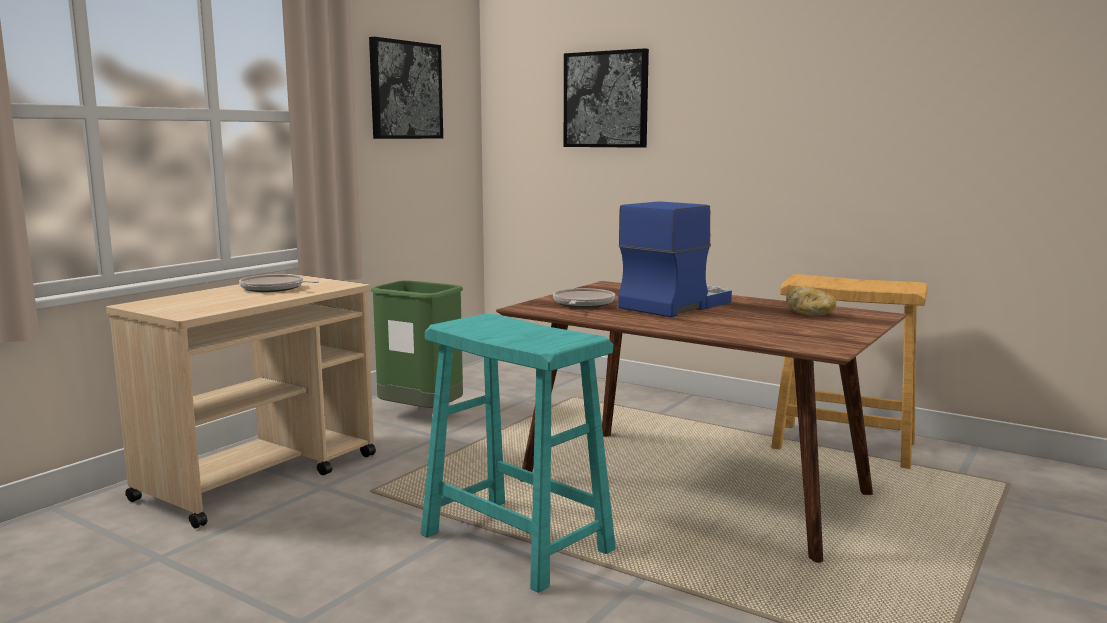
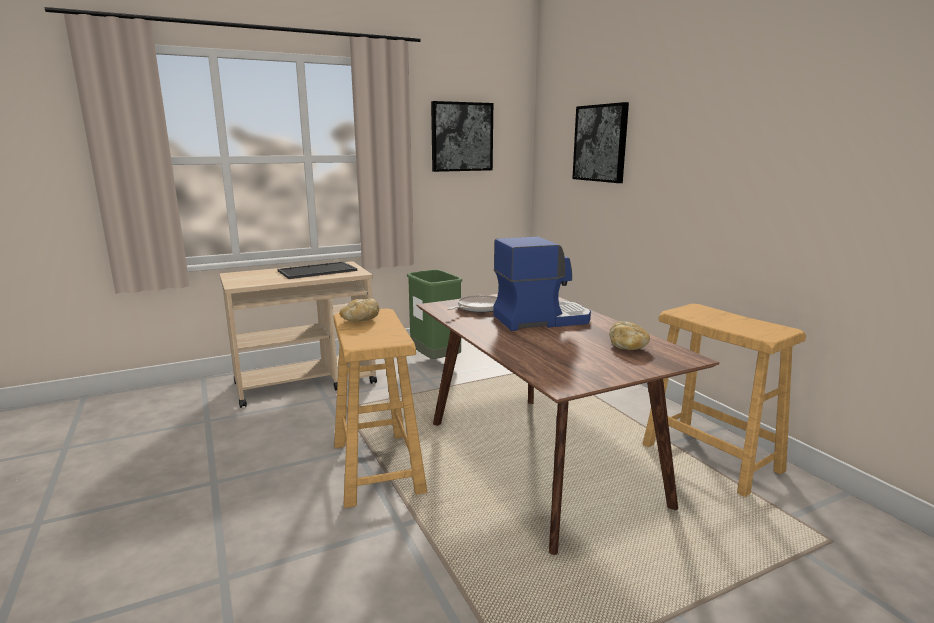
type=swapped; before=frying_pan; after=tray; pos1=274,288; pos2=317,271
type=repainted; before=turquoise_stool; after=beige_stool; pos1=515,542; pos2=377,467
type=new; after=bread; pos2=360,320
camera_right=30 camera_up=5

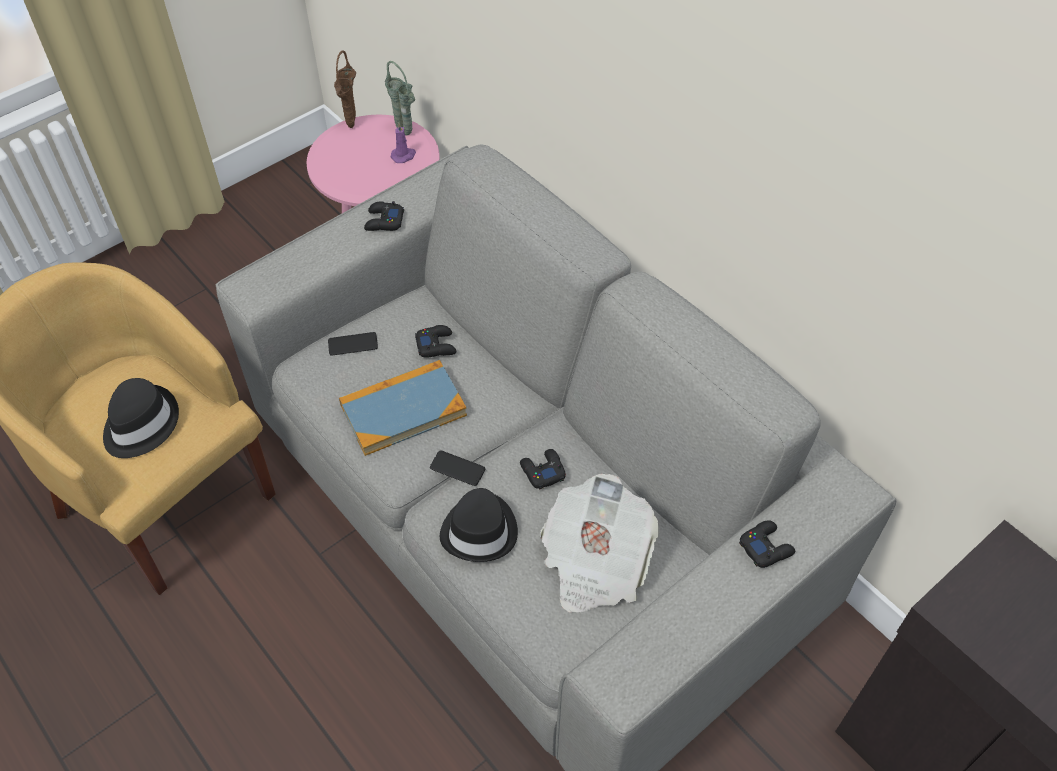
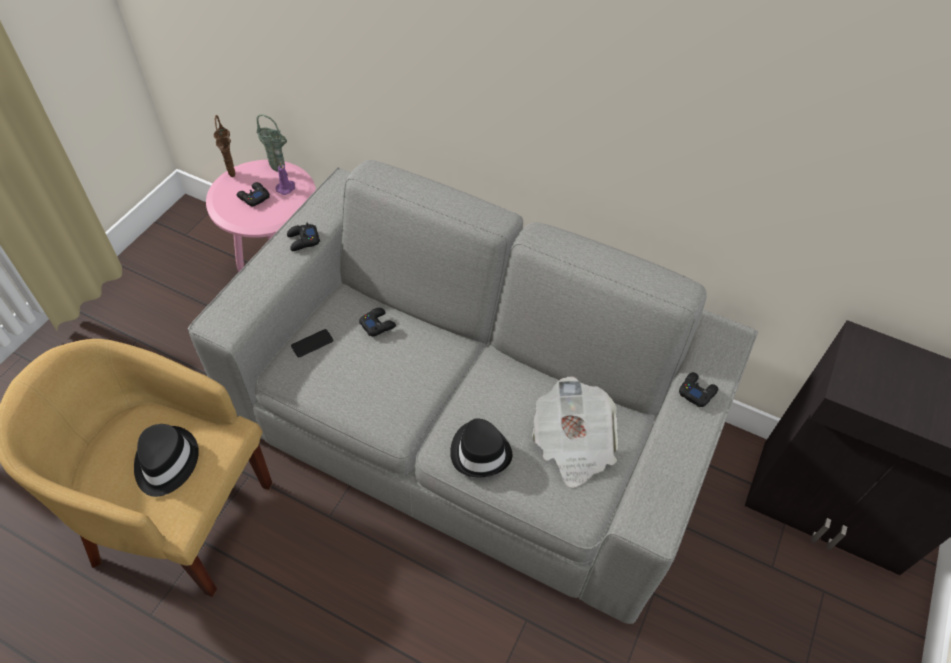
type=gone; before=book; pos1=403,410
type=shifted; before=black_game_controller; pos1=542,471; pos2=253,197
type=gone; before=phone; pos1=457,468
camera_right=-25 camera_up=0

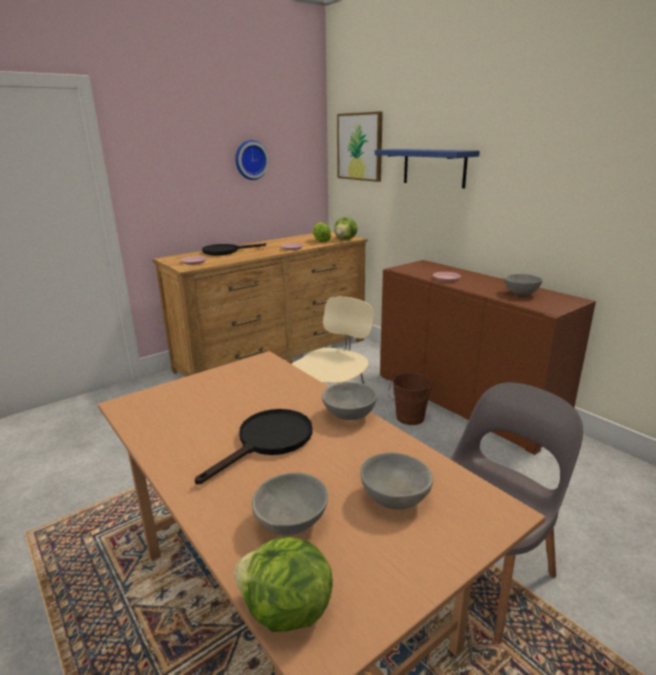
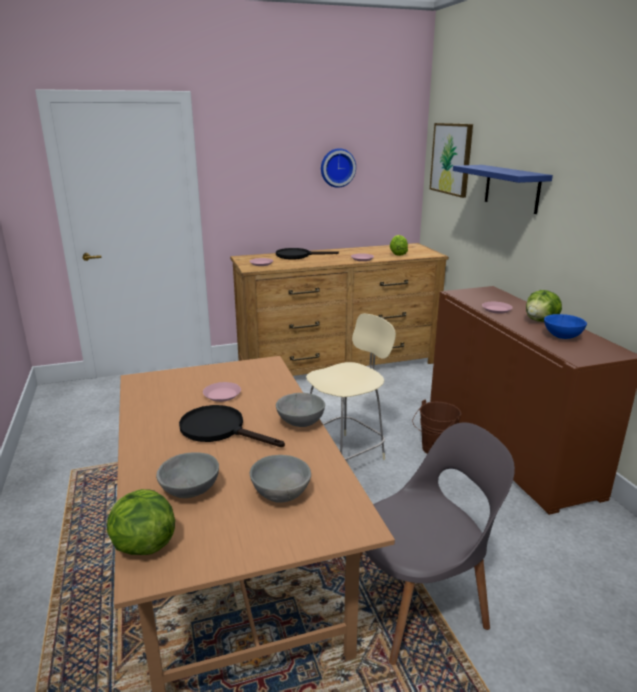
type=shifted; before=lettuce; pos1=345,239; pos2=541,321
type=repainted; before=grey_bowl; after=blue_bowl; pos1=520,294; pos2=561,337
type=rotated; before=black_frying_pan; pos1=268,442; pos2=220,430; turn=-120
type=new; after=pink_plate; pos2=222,394
camera_right=20 camera_up=0

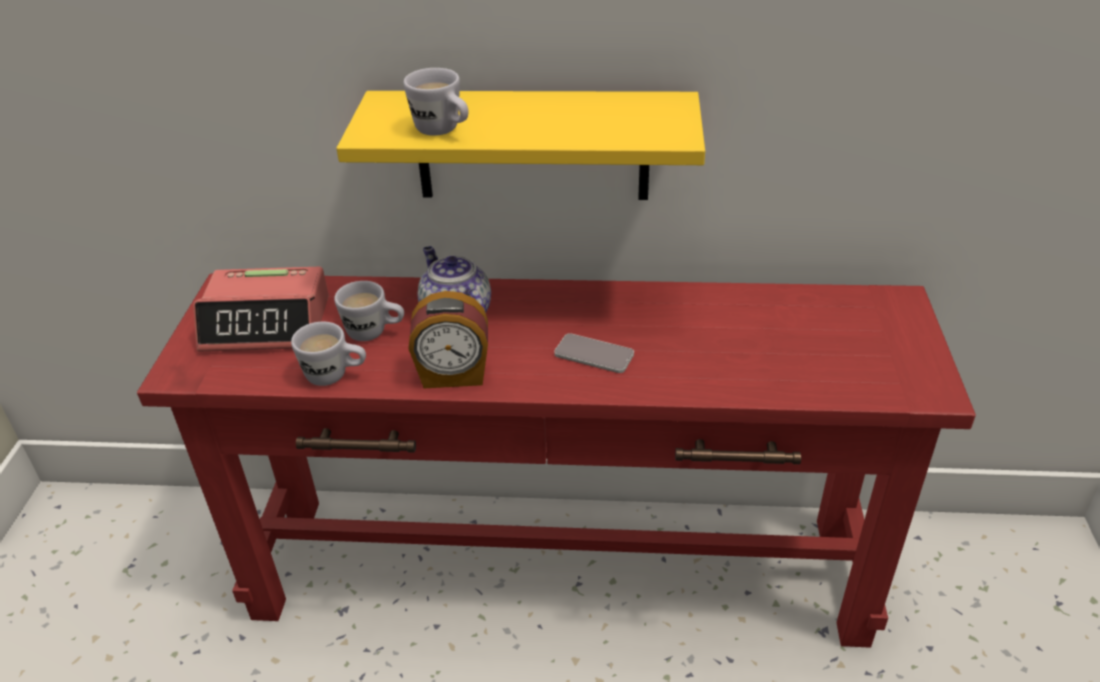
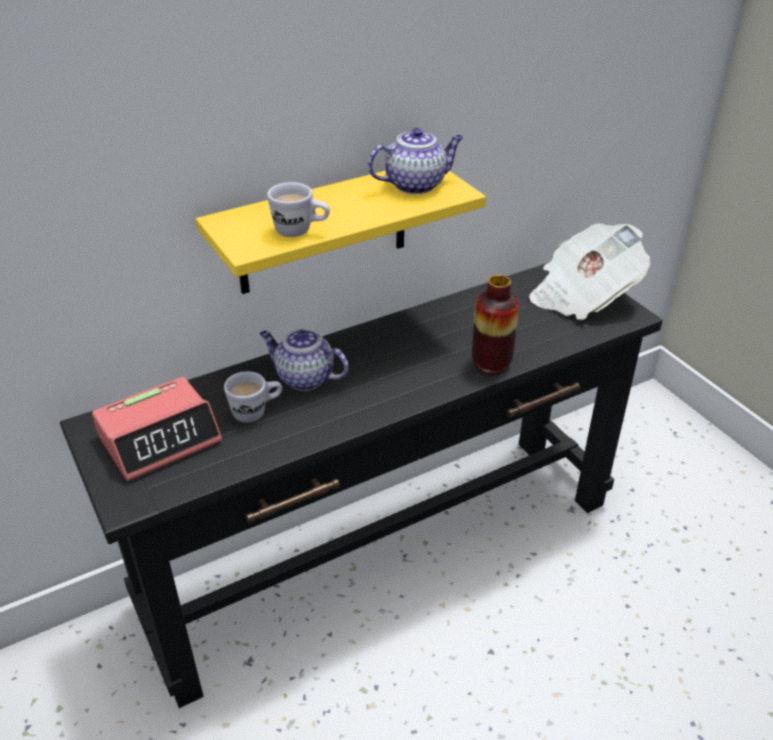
type=repainted; before=red_console_table; after=black_console_table; pos1=559,569; pos2=384,553
type=gone; before=alarm_clock; pos1=453,375
type=gone; before=white_mug; pos1=335,376
type=gone; before=phone; pos1=594,354
type=new; after=teapot; pos2=416,184
type=new; after=newspaper; pos2=583,295
type=new; after=vase; pos2=491,364
camera_right=-35 camera_up=0

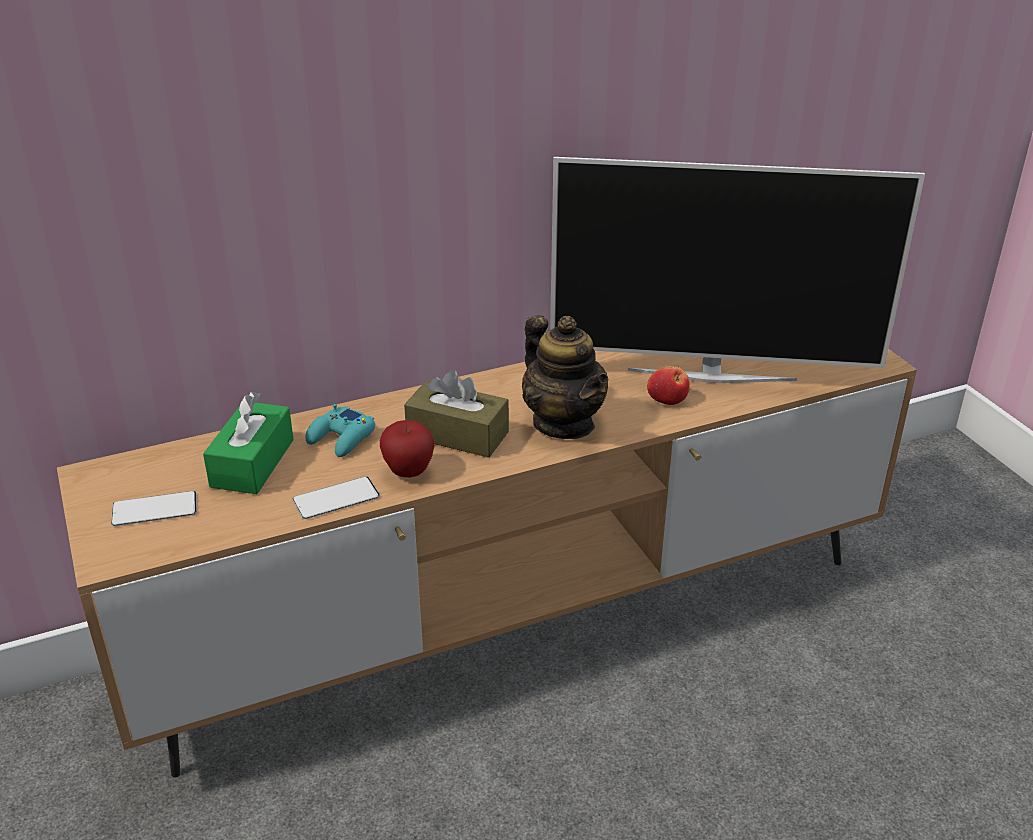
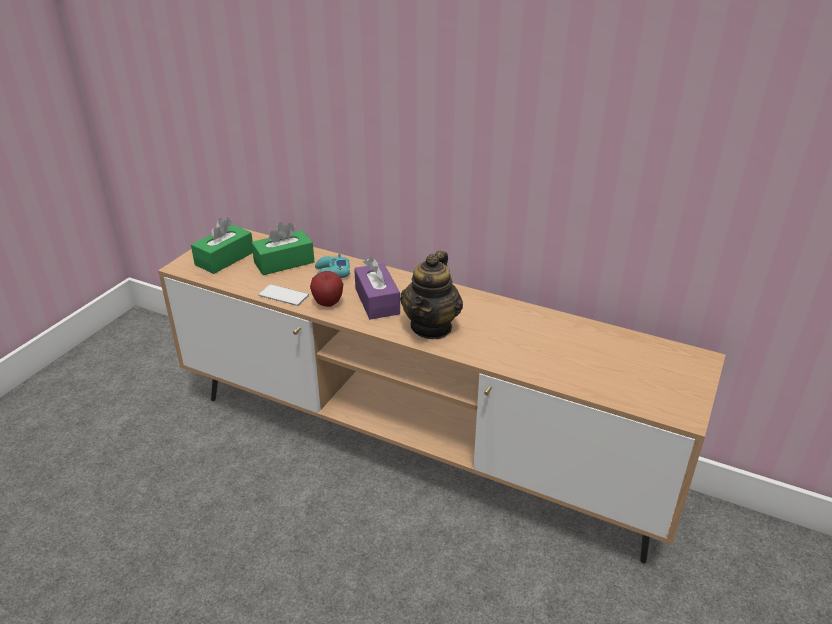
type=gone; before=television; pos1=711,374
type=gone; before=apple; pos1=667,399
type=repainted; before=brown_tissue_box; after=purple_tissue_box; pos1=457,434; pos2=377,301
type=swapped; before=phone; after=green_tissue_box; pos1=154,509; pos2=224,258
camera_right=50 camera_up=0

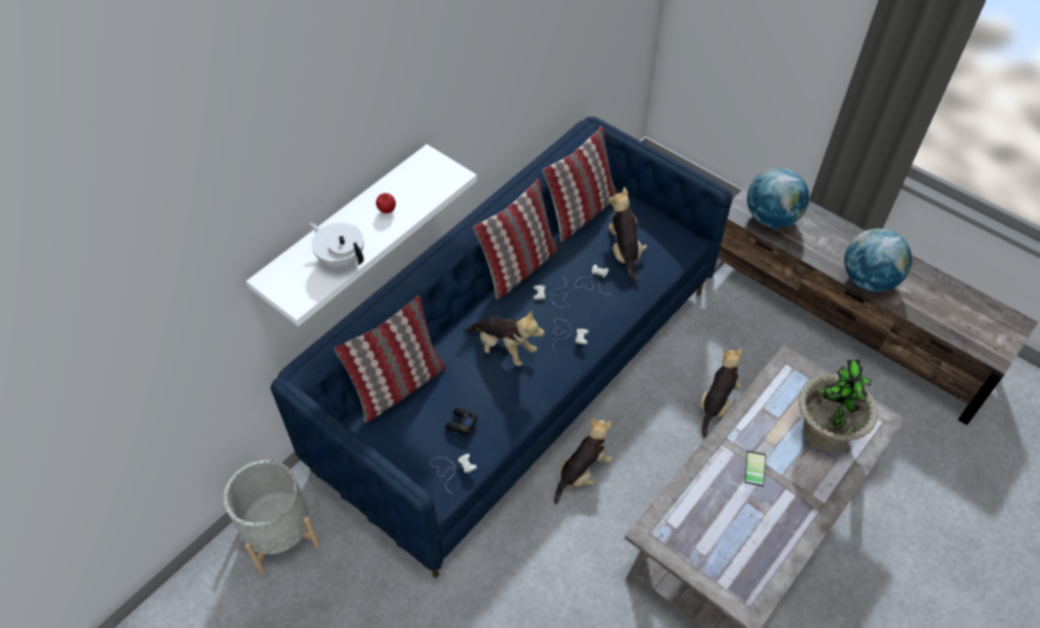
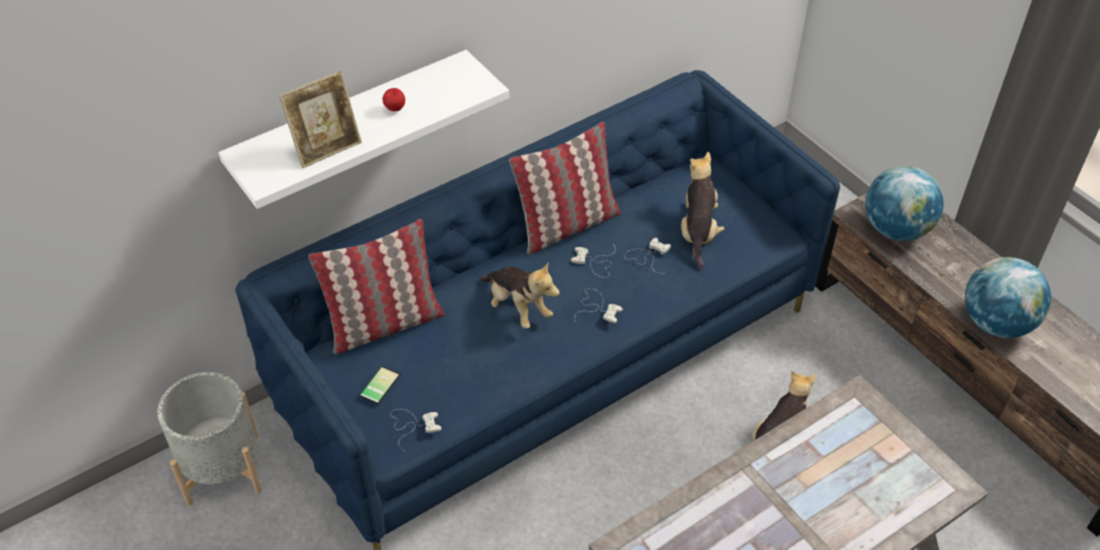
type=gone; before=pillow; pos1=581,213
type=swapped; before=white_teapot; after=picture_frame; pos1=341,258; pos2=326,148
type=gone; before=potted_plant; pos1=824,432
type=gone; before=black_game_controller; pos1=461,424
type=gone; before=plush_toy; pos1=582,472
type=shifted; before=phone; pos1=753,468; pos2=378,384
camera_right=15 camera_up=-5

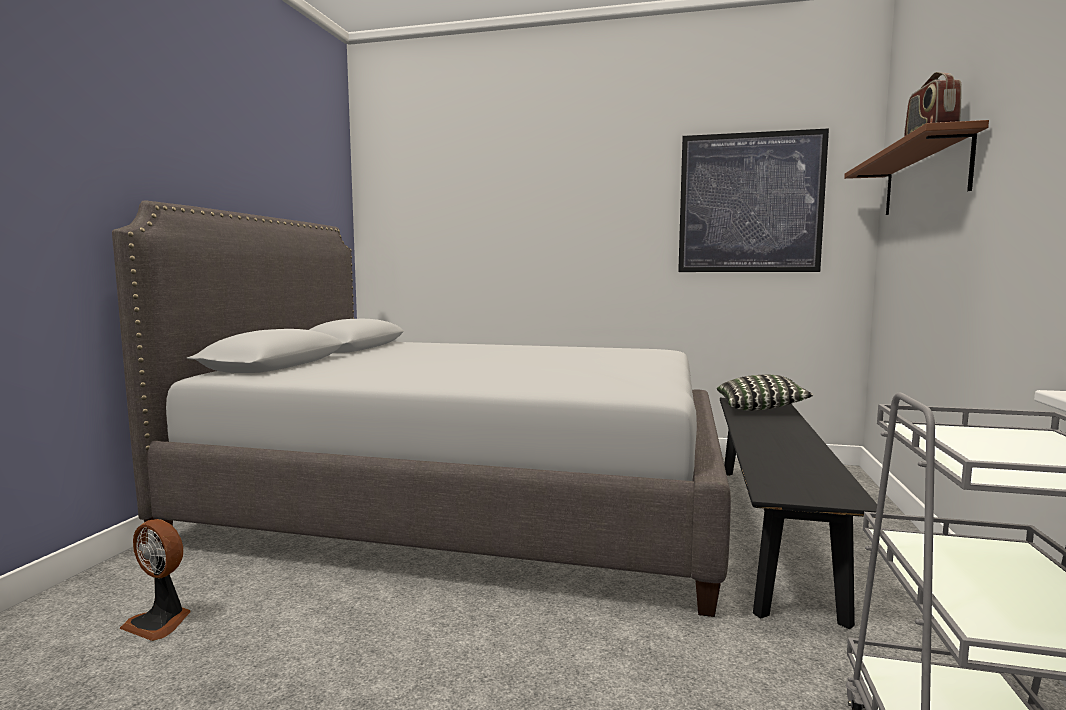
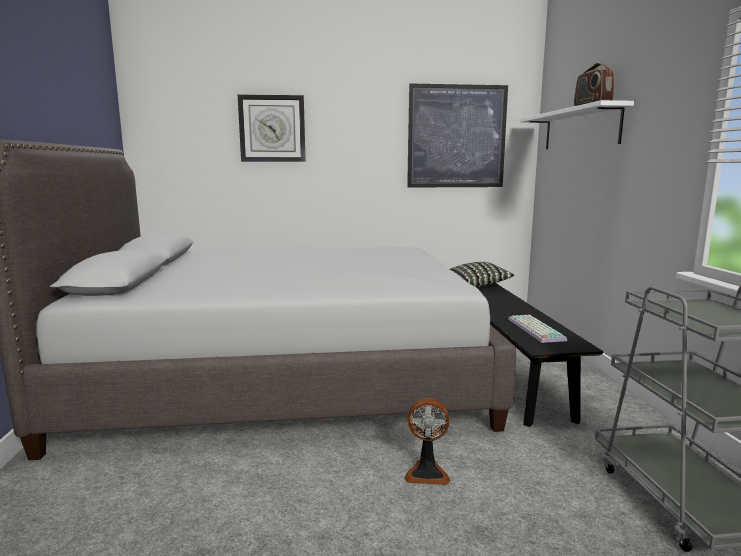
type=repainted; before=brown_shelf; after=white_shelf; pos1=924,178; pos2=580,129
type=shifted; before=fan; pos1=160,622; pos2=427,473
type=new; after=wall_clock; pos2=272,129
type=new; after=keyboard; pos2=533,329
camera_right=-20 camera_up=5

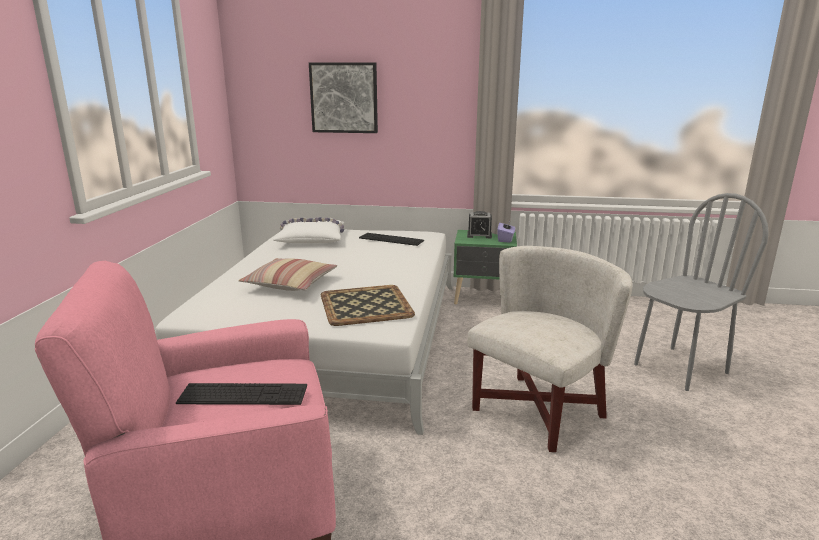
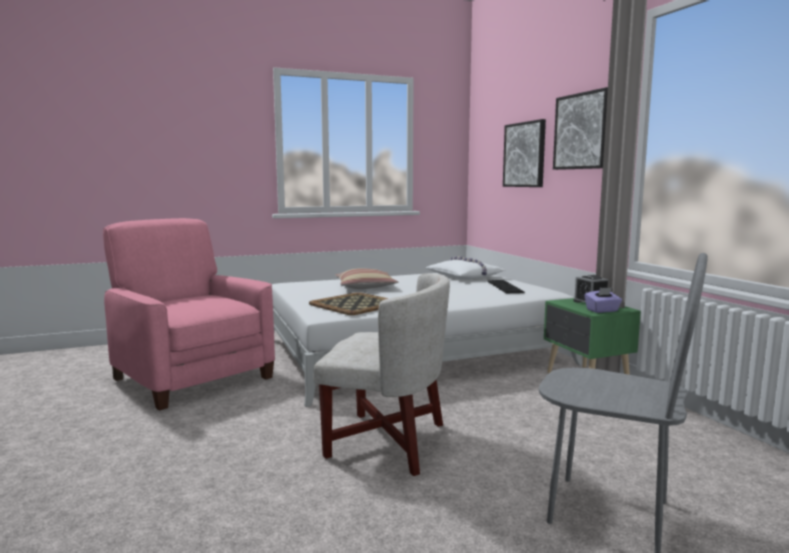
type=gone; before=keyboard; pos1=243,394
type=new; after=picture; pos2=582,131
camera_right=60 camera_up=-10

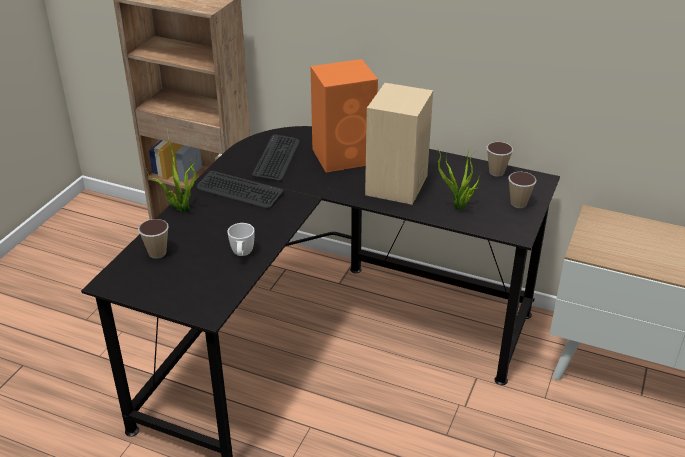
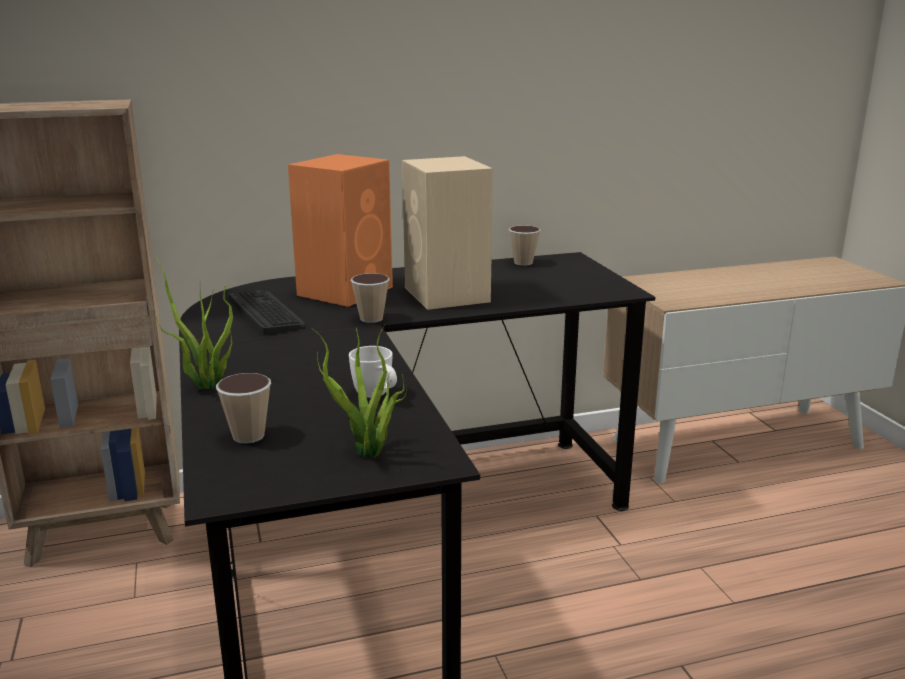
type=shifted; before=potted_plant; pos1=458,207; pos2=369,454
type=gone; before=keyboard; pos1=239,191
type=shifted; before=cup; pos1=518,203; pos2=371,319
camera_right=-40 camera_up=-15

